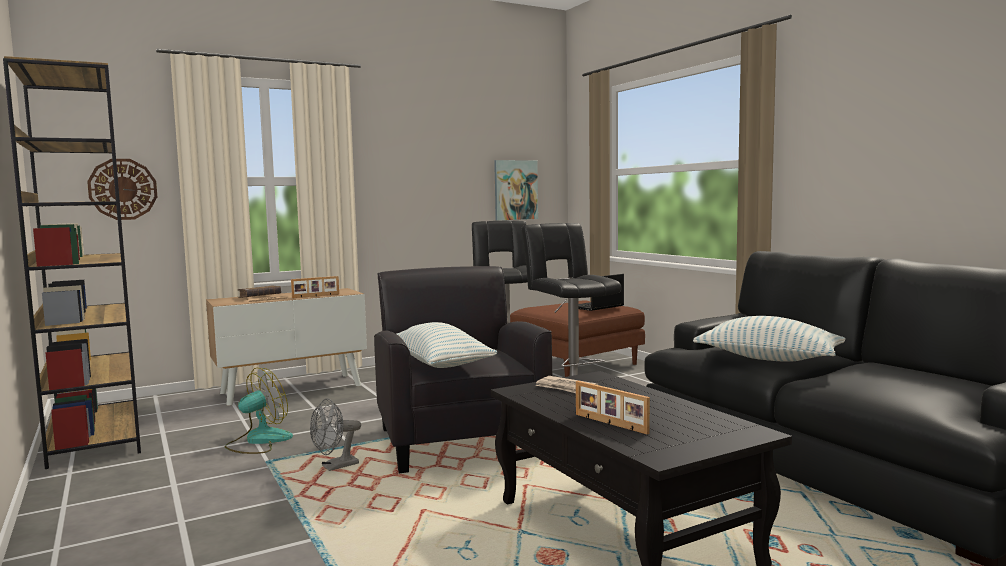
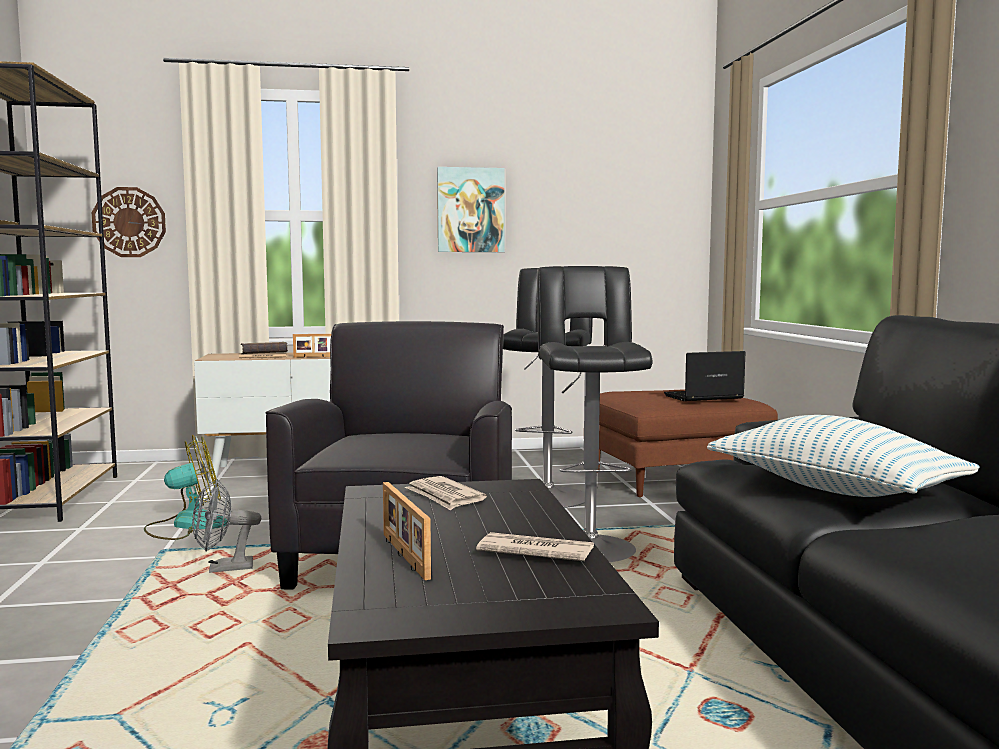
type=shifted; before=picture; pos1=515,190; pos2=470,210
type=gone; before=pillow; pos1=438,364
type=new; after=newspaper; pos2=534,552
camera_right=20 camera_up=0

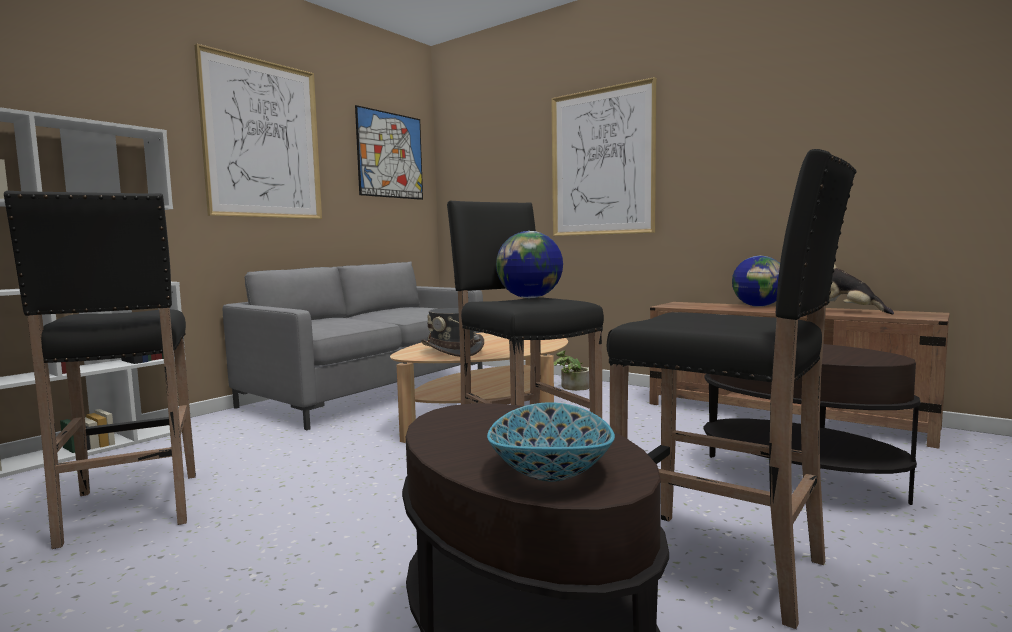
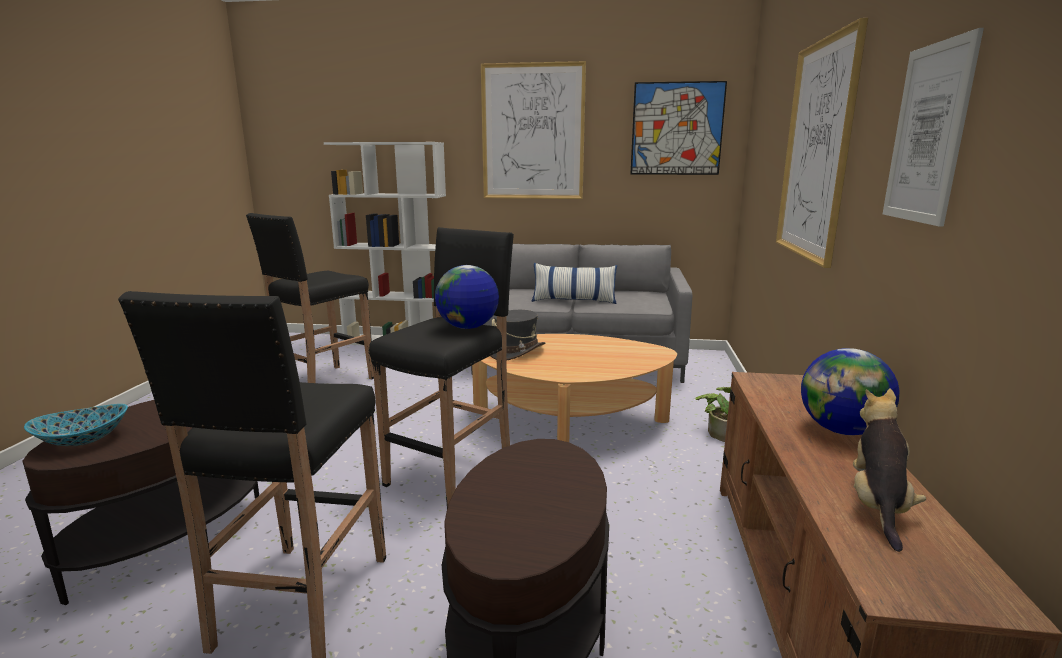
type=new; after=picture; pos2=928,134
type=new; after=pillow; pos2=573,300
camera_right=60 camera_up=10

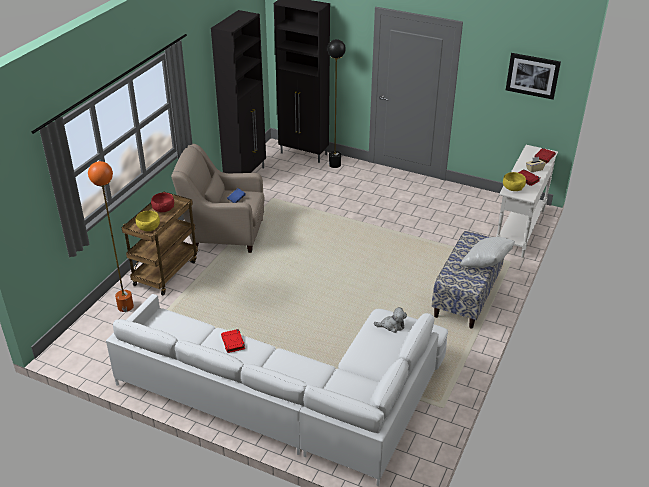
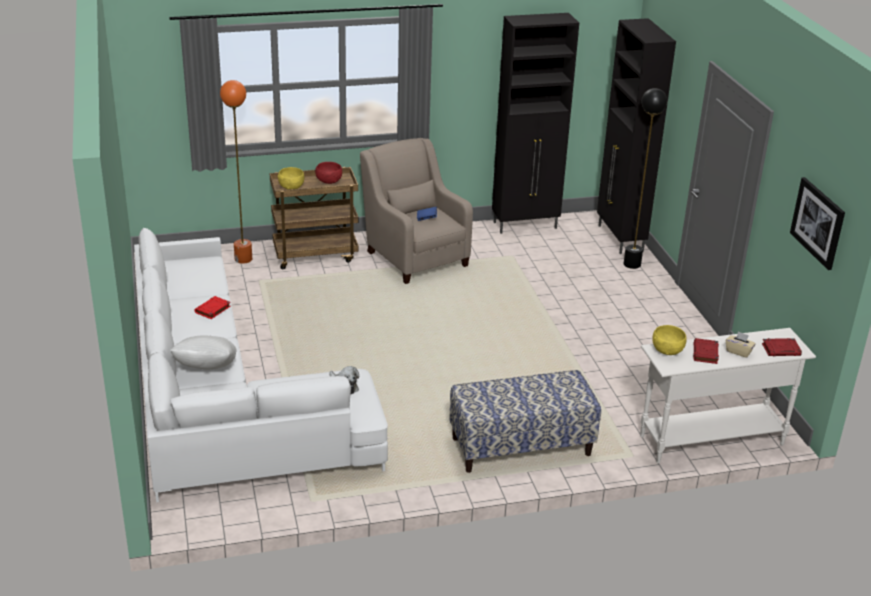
type=shifted; before=white_pillow; pos1=486,264; pos2=206,370
camera_right=50 camera_up=-5

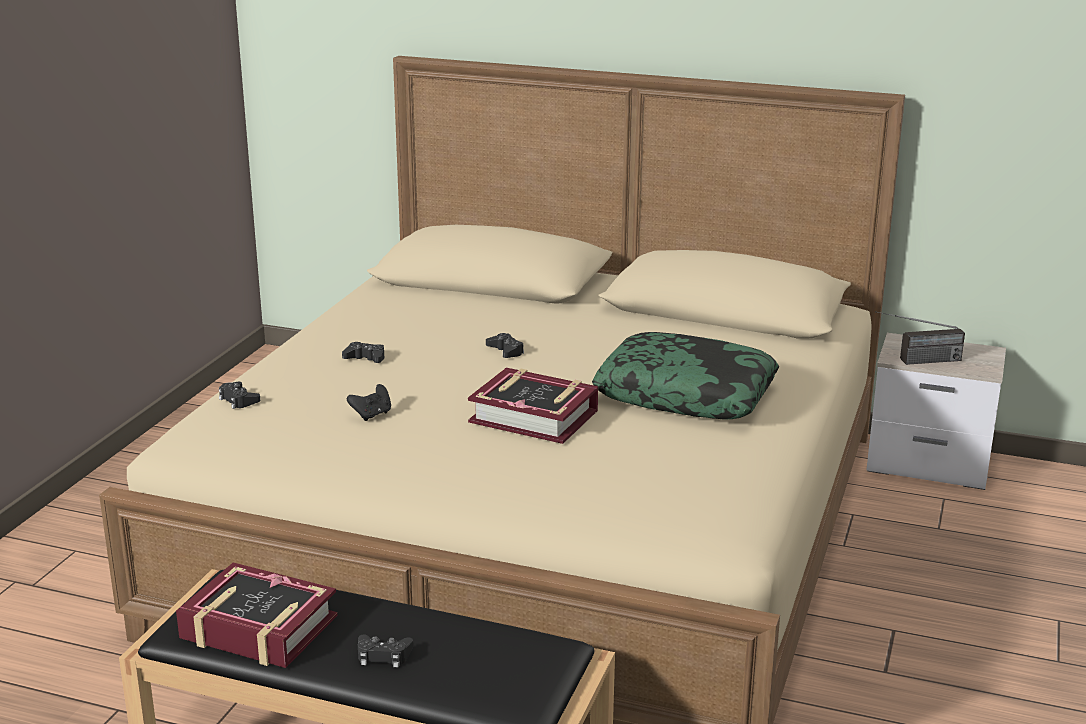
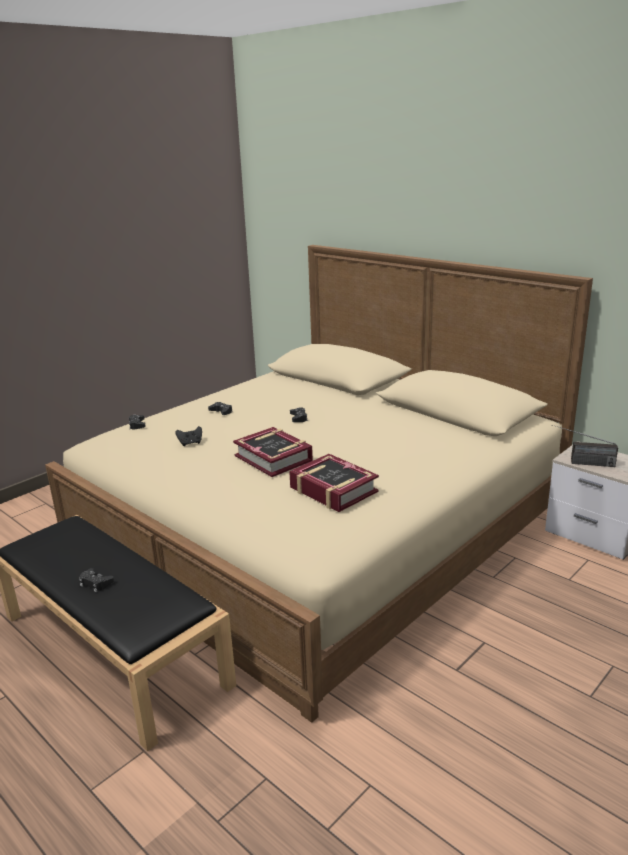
type=gone; before=pillow; pos1=686,393
type=shifted; before=book; pos1=258,628; pos2=333,490
camera_right=25 camera_up=0

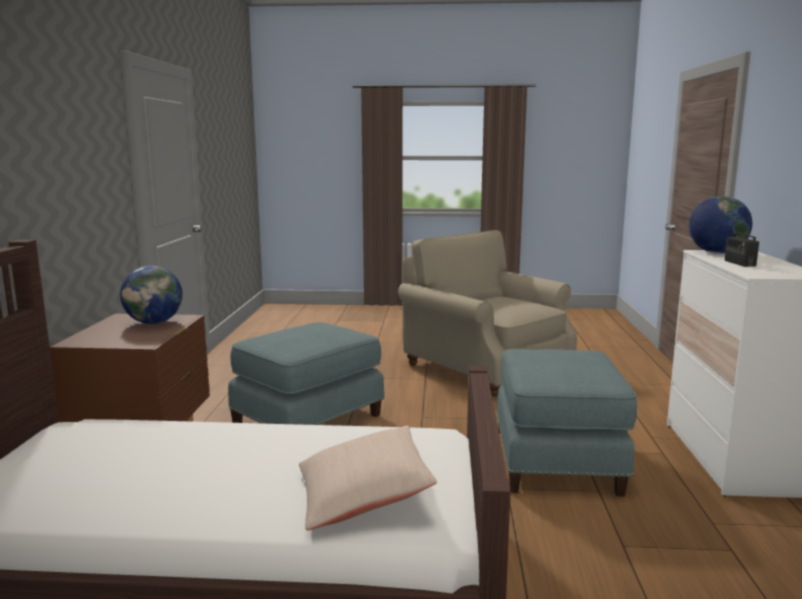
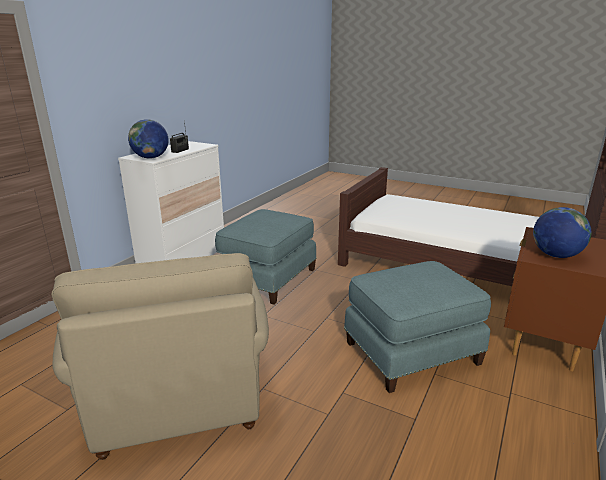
type=gone; before=beige_pillow; pos1=362,496
camera_right=-155 camera_up=10

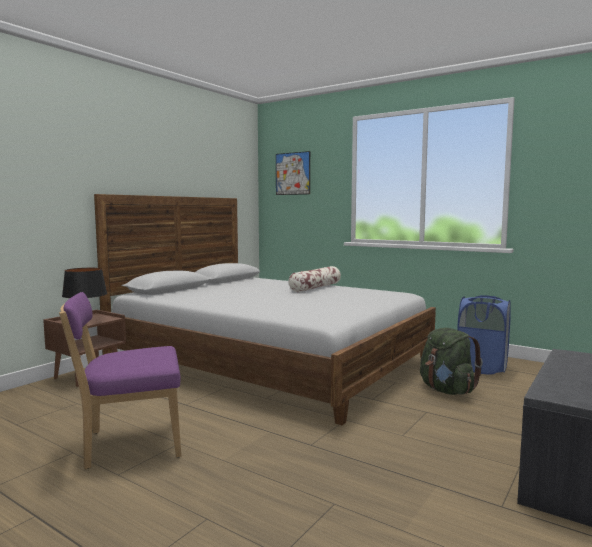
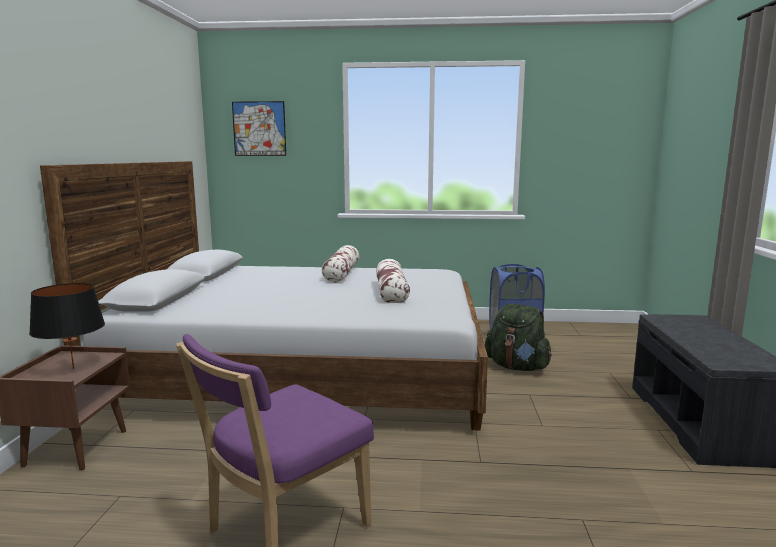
type=new; after=pillow; pos2=391,292
camera_right=-30 camera_up=5

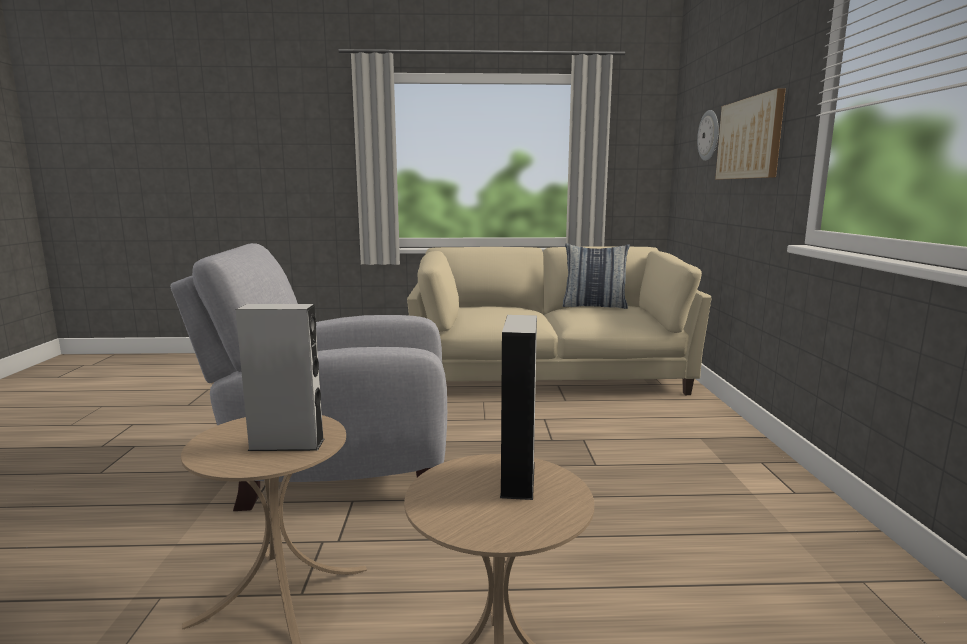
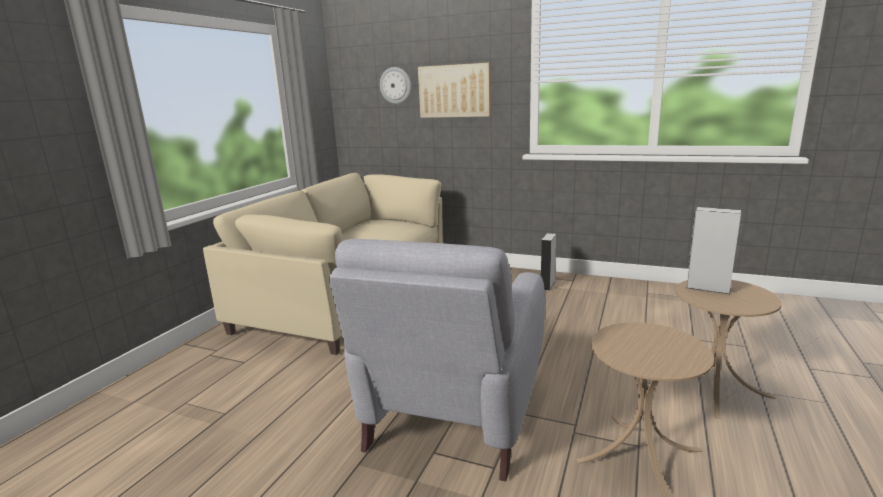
type=gone; before=pillow; pos1=594,306
type=shifted; before=grey_speaker; pos1=287,444; pos2=547,285
camera_right=-65 camera_up=5

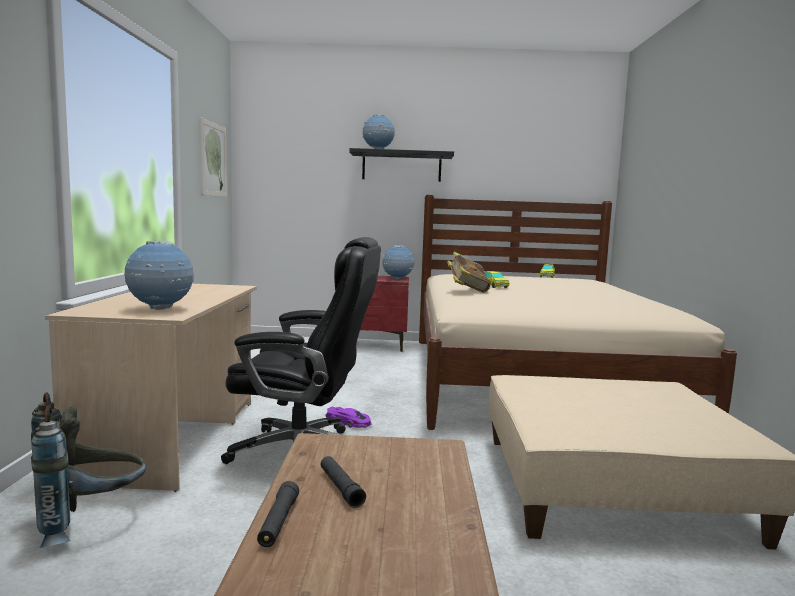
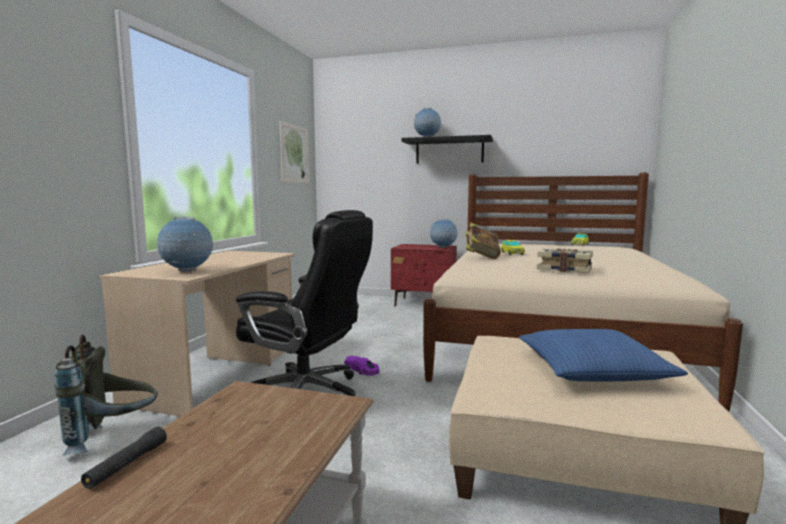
type=gone; before=black_flashlight; pos1=340,488
type=new; after=book; pos2=564,269
type=new; after=blue_pillow; pos2=591,370
camera_right=15 camera_up=0

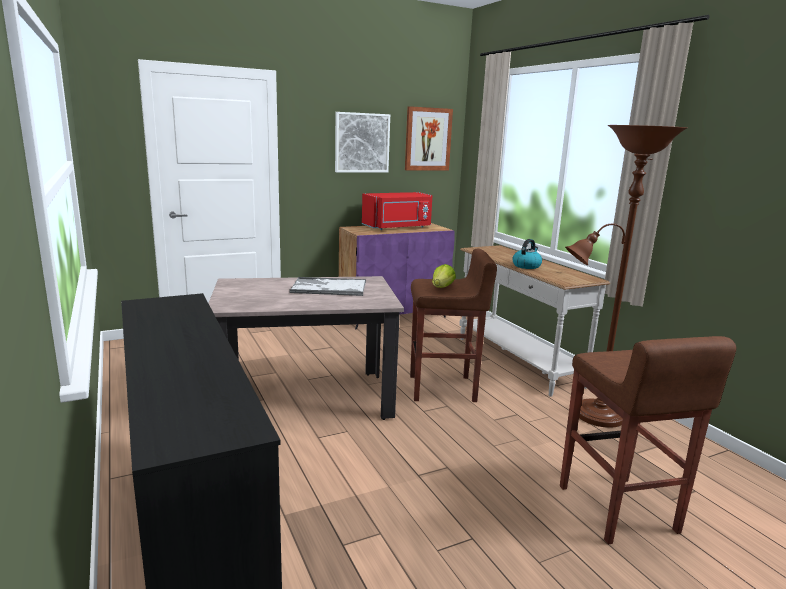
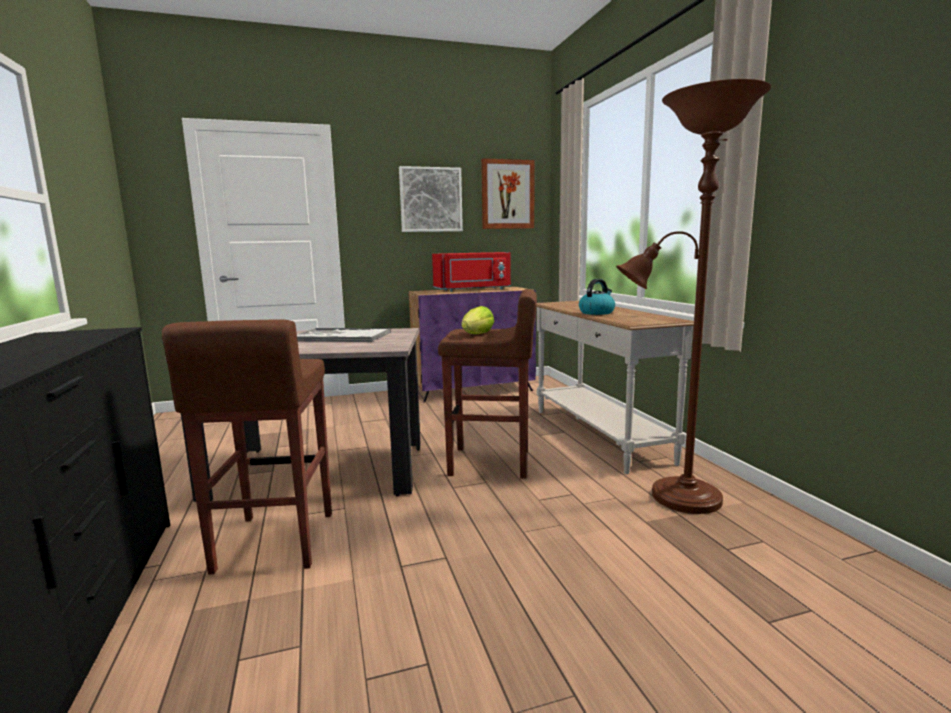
type=shifted; before=brown_stool; pos1=616,509; pos2=273,542
camera_right=10 camera_up=-5

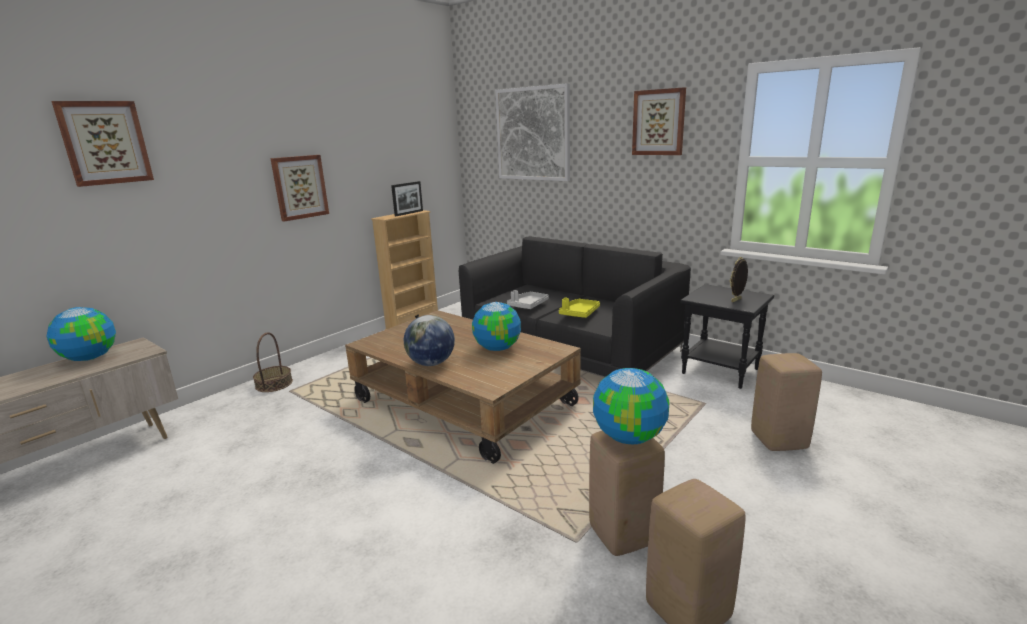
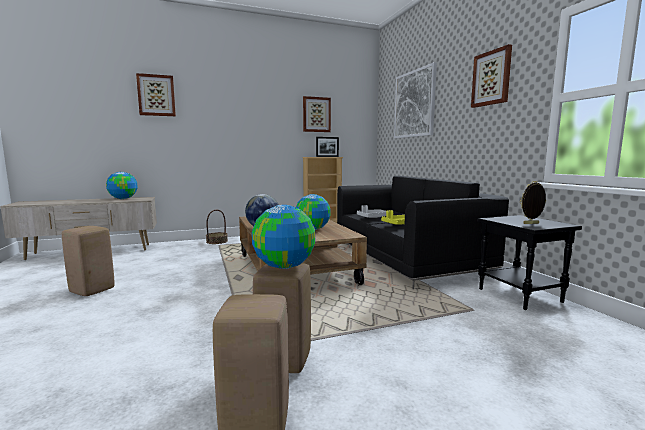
type=shifted; before=picture; pos1=299,187; pos2=316,114
type=shifted; before=beige_stool; pos1=780,441; pos2=92,291
camera_right=30 camera_up=-10

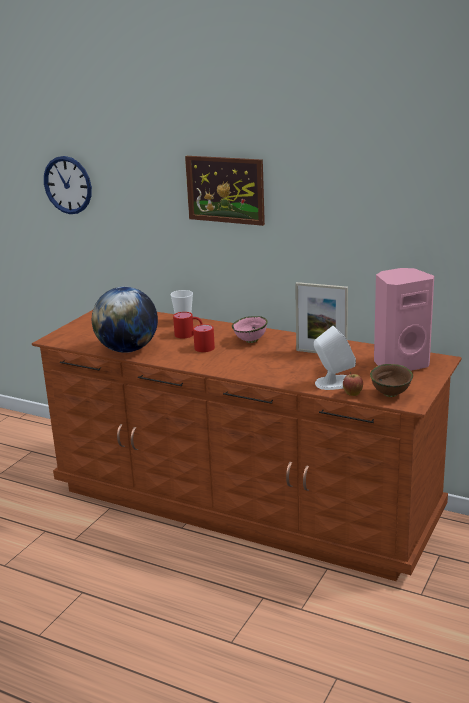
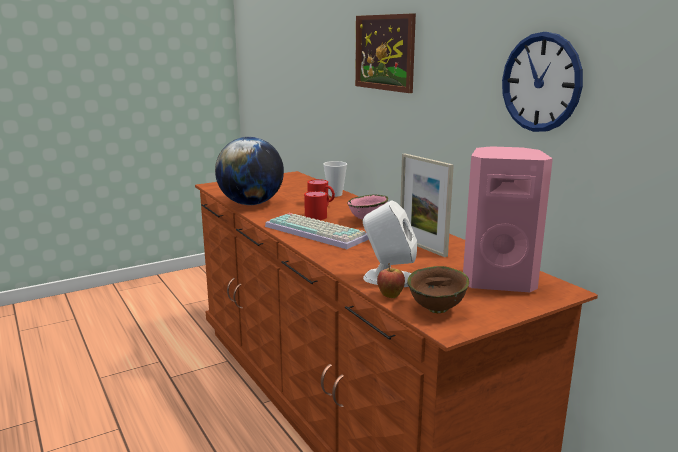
type=shifted; before=wall_clock; pos1=68,185; pos2=541,82
type=new; after=keyboard; pos2=318,232
camera_right=30 camera_up=-5

